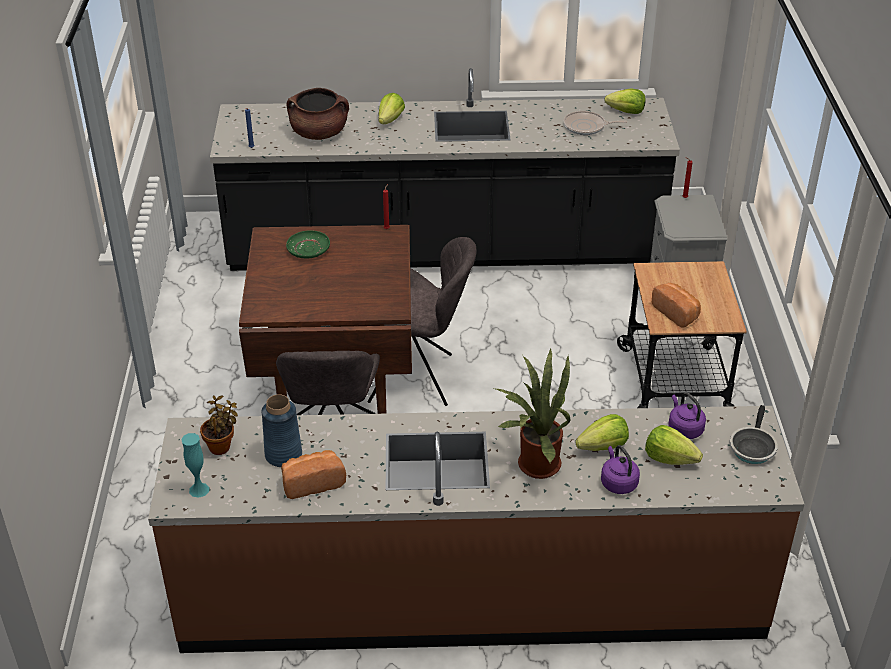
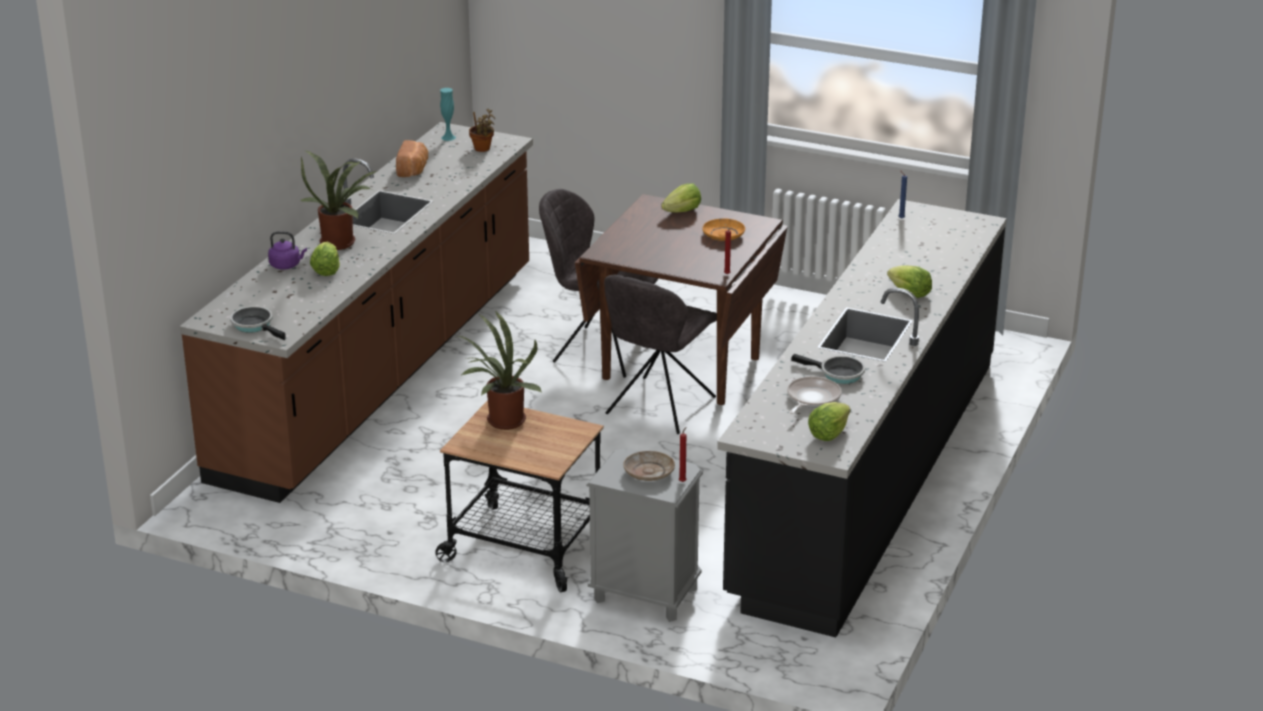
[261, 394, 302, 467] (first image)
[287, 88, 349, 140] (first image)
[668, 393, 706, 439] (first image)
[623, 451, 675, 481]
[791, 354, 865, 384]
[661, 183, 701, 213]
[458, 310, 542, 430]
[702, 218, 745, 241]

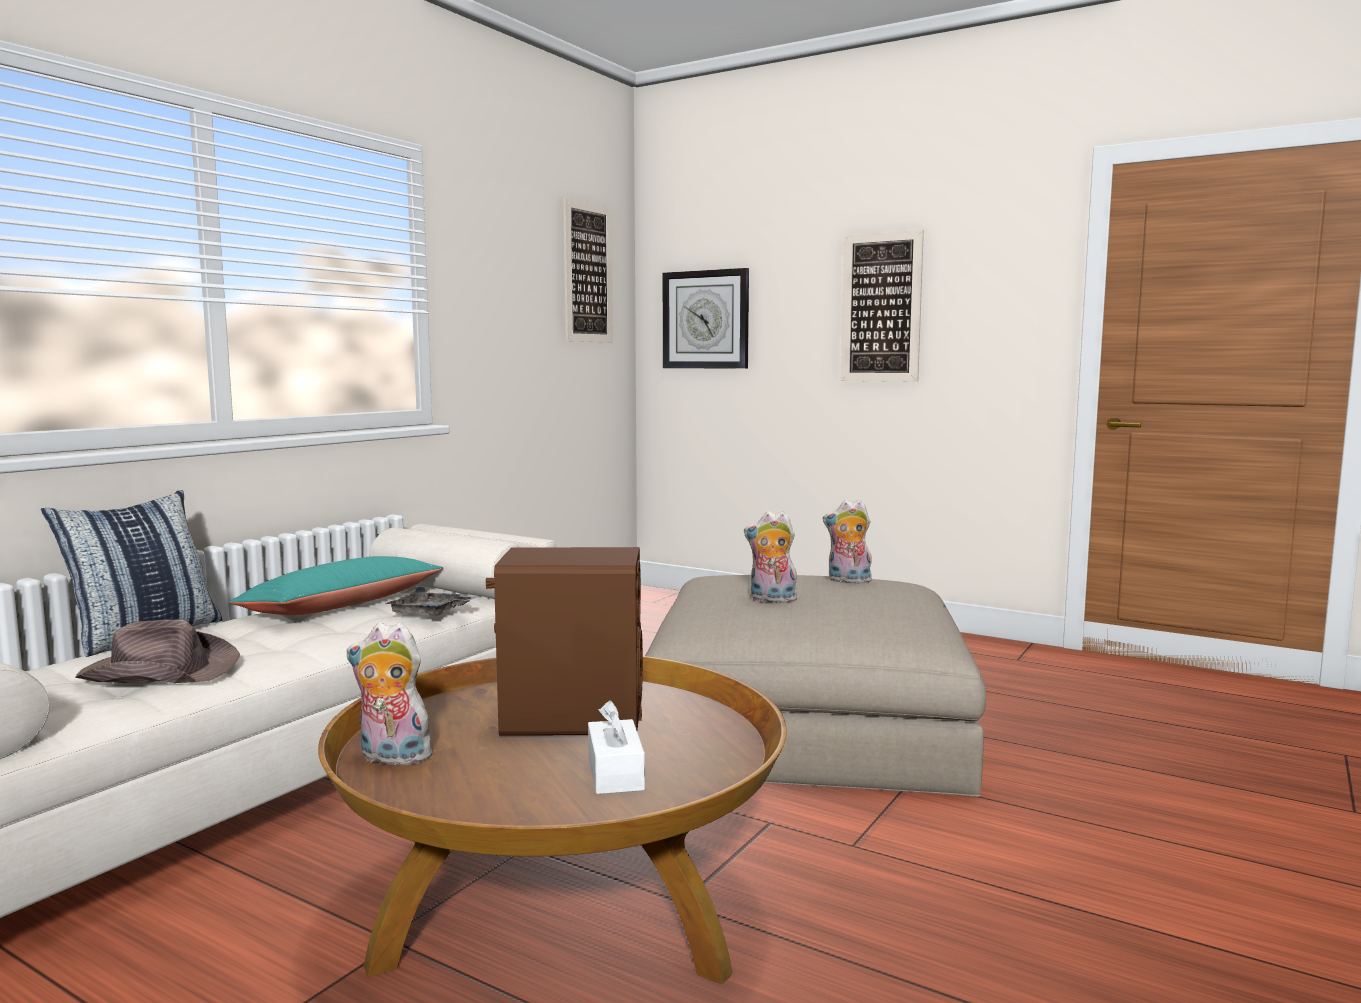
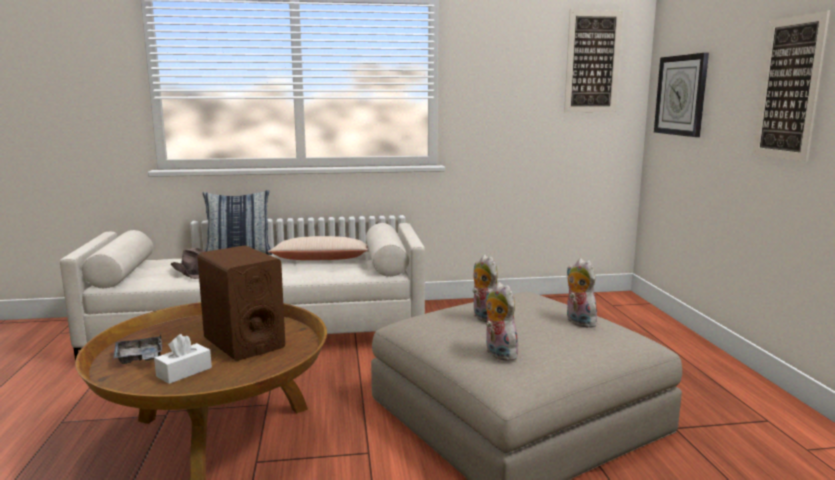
[486, 282, 518, 361]
[113, 333, 162, 364]
[268, 236, 368, 260]

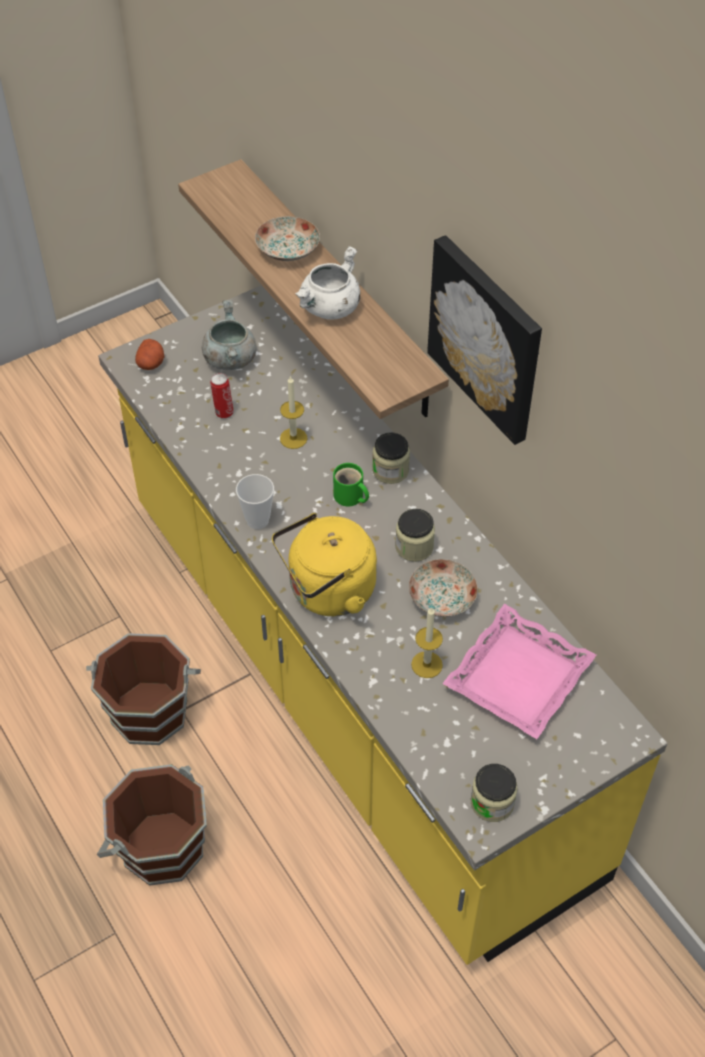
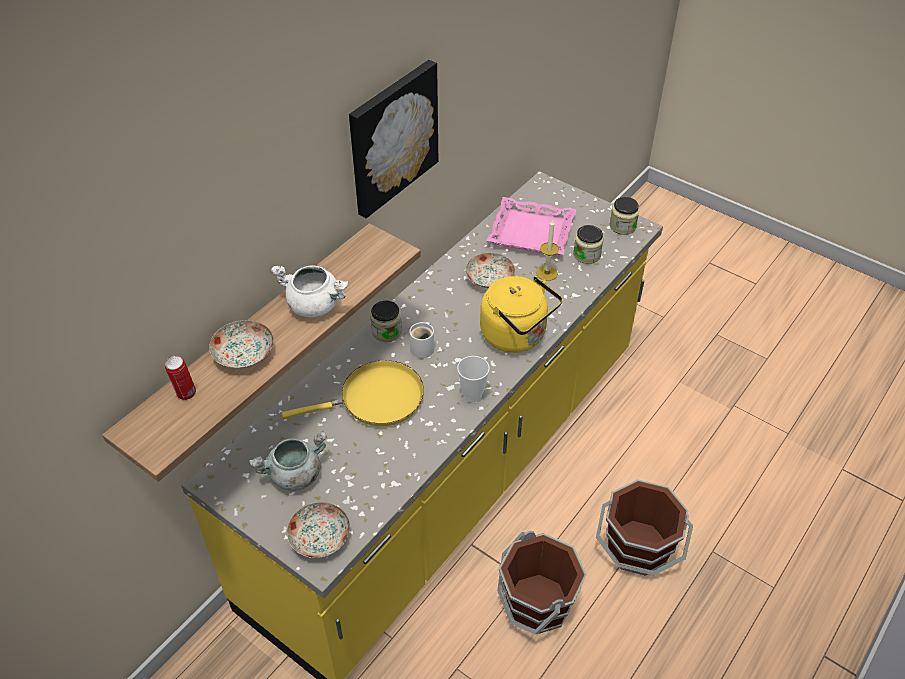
[165, 356, 196, 400]
[573, 225, 603, 264]
[287, 502, 350, 558]
[282, 360, 424, 426]
[409, 322, 434, 358]

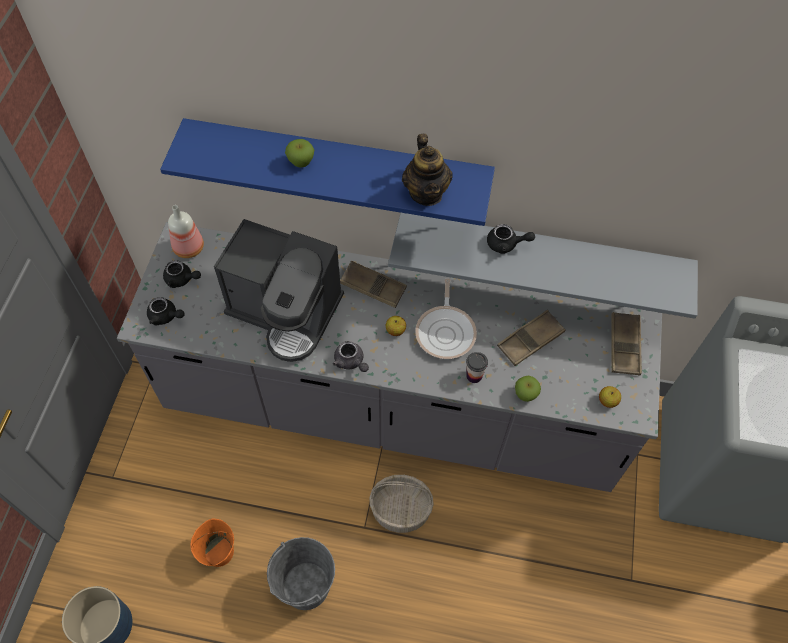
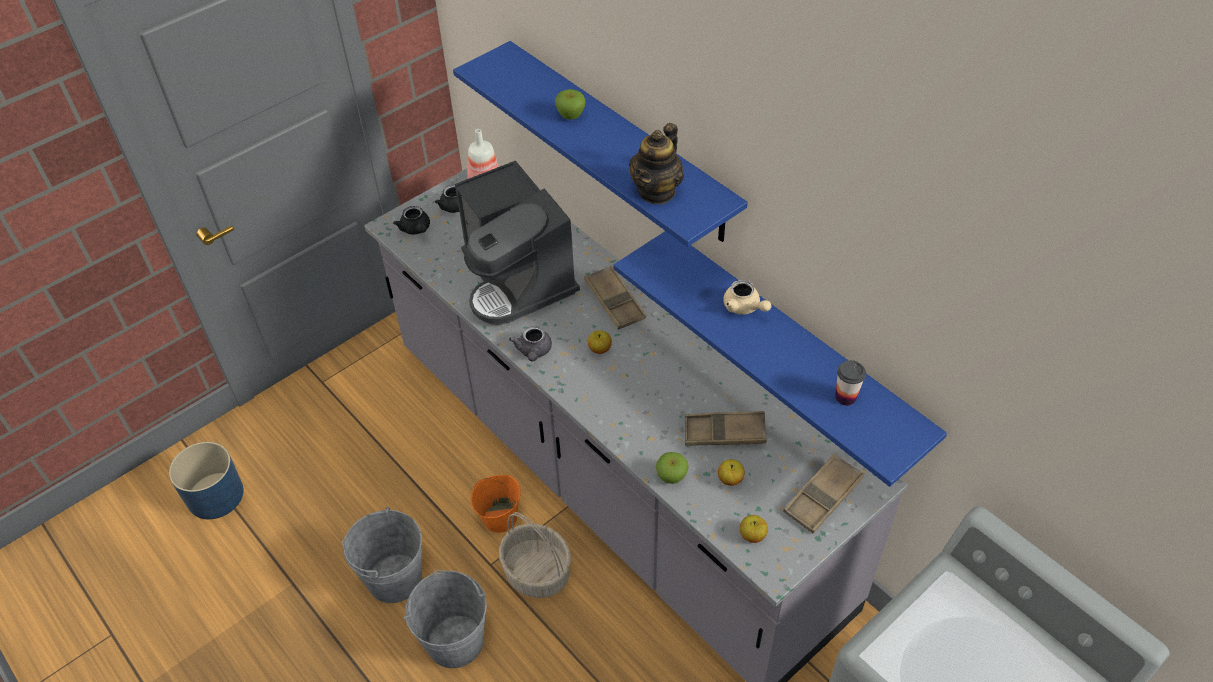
[415, 278, 477, 359] (first image)
[404, 570, 487, 668]
[718, 459, 745, 486]
[471, 475, 521, 533]
[835, 360, 866, 406]
[614, 231, 947, 487]
[723, 280, 772, 315]

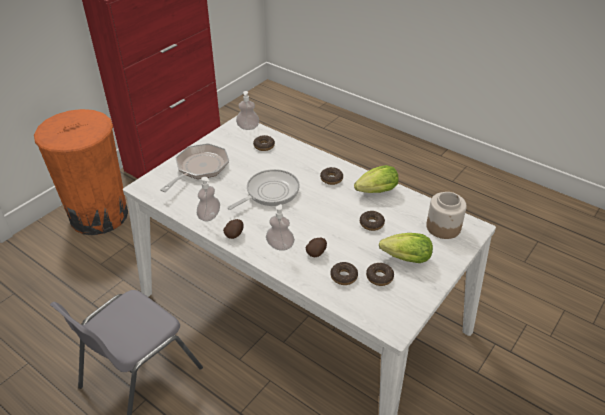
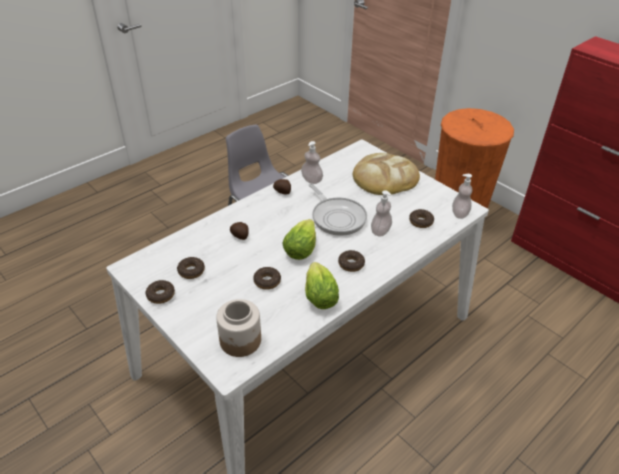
[371, 190, 392, 237]
[145, 280, 175, 304]
[282, 219, 316, 260]
[353, 153, 420, 195]

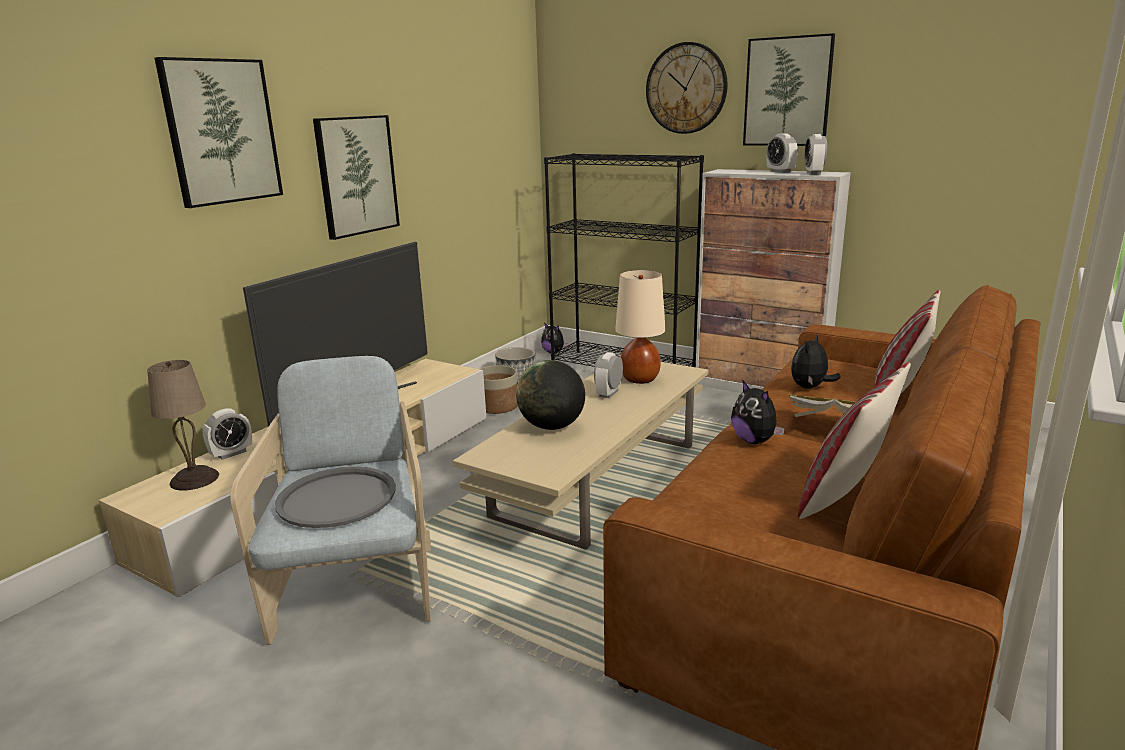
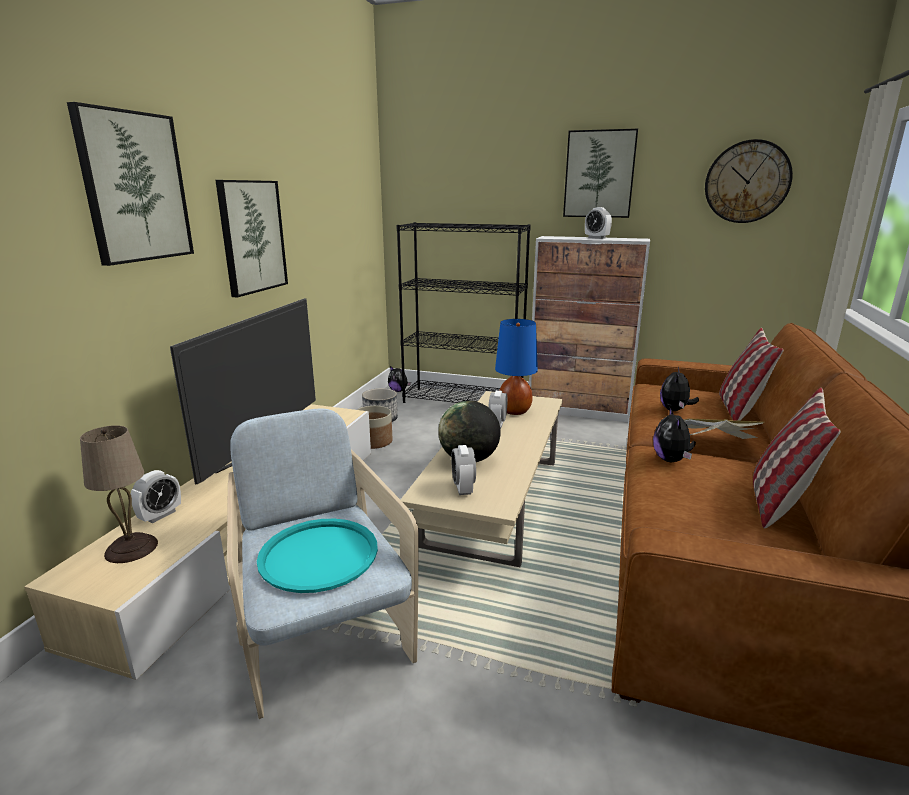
[705, 139, 793, 223]
[451, 445, 476, 495]
[257, 519, 378, 593]
[495, 319, 538, 415]
[653, 407, 696, 462]

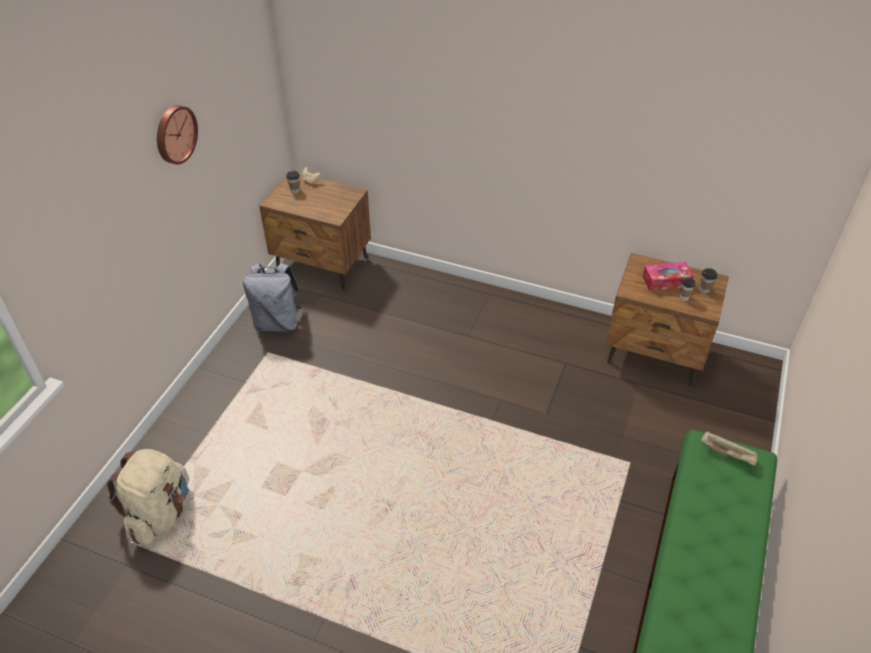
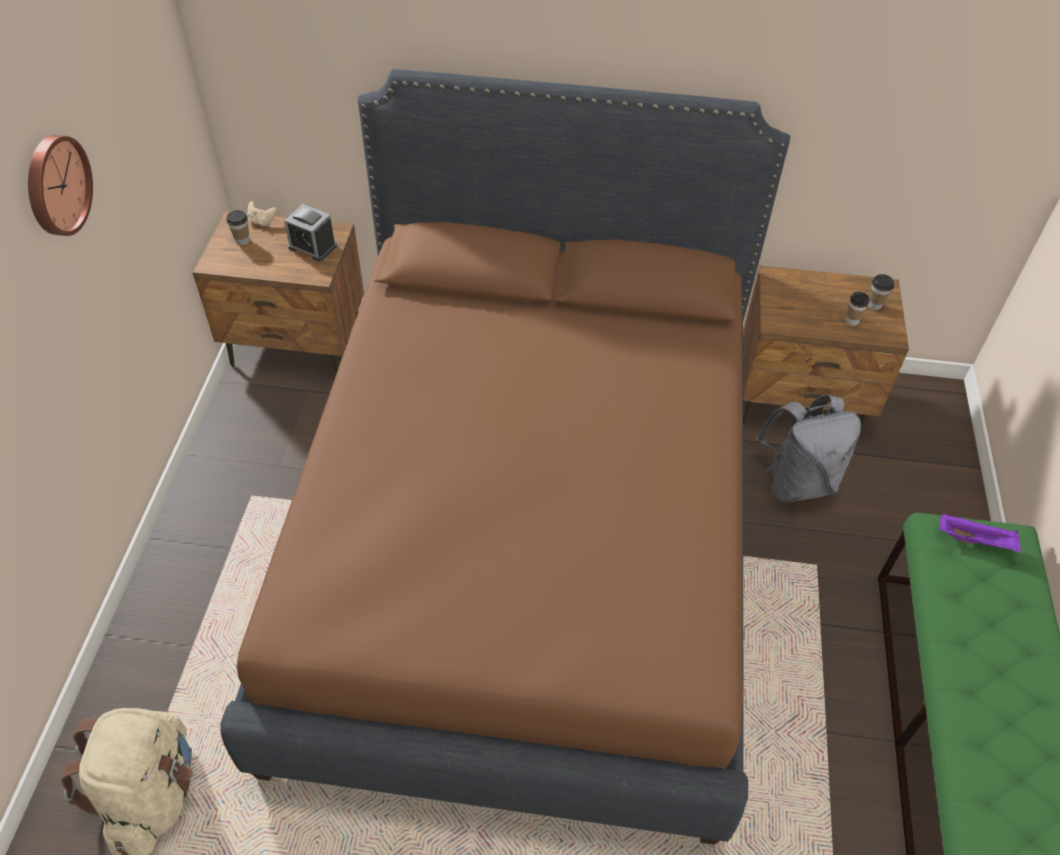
[642, 262, 694, 291] (first image)
[220, 69, 790, 845]
[284, 204, 337, 261]
[756, 395, 861, 503]
[939, 513, 1021, 553]

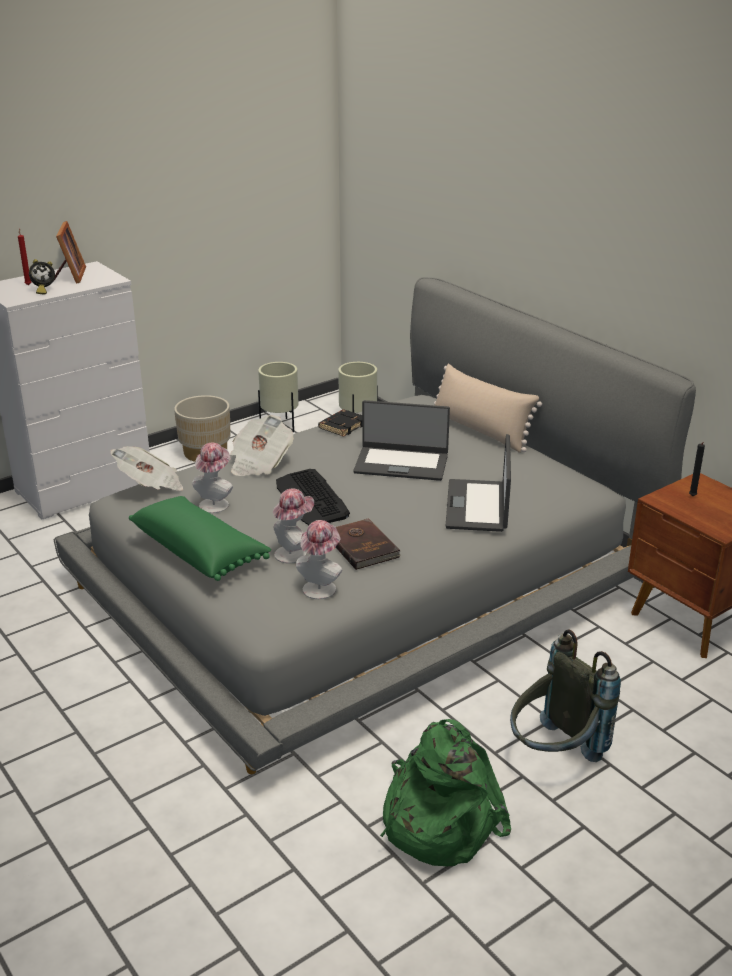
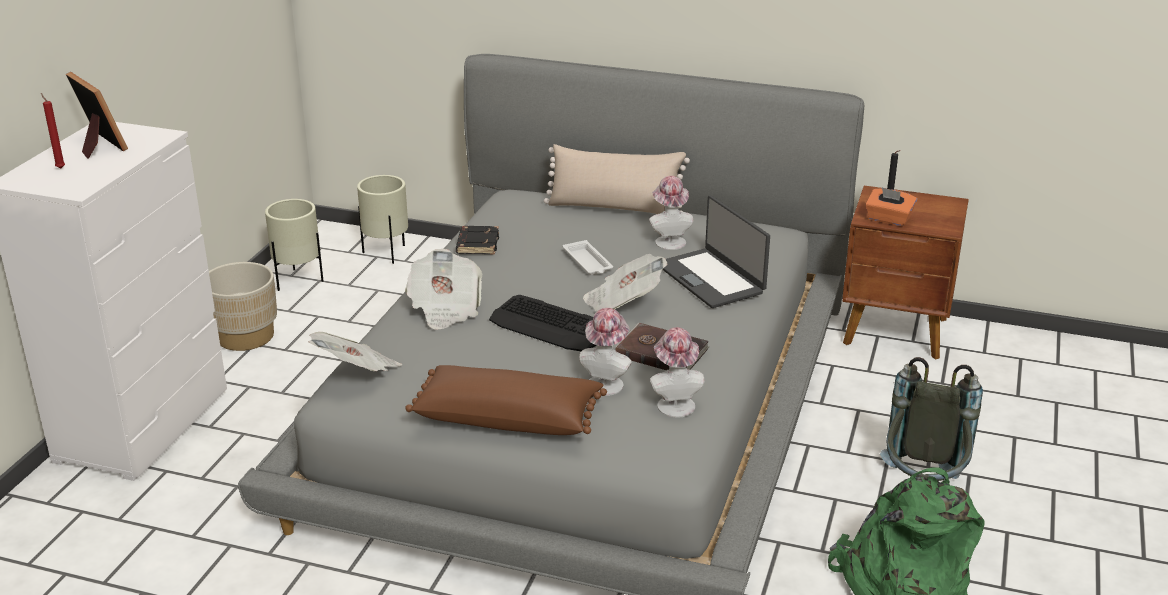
[29, 259, 55, 295] (first image)
[583, 254, 667, 311]
[866, 187, 917, 226]
[649, 176, 693, 250]
[563, 240, 613, 275]
[405, 365, 607, 435]

